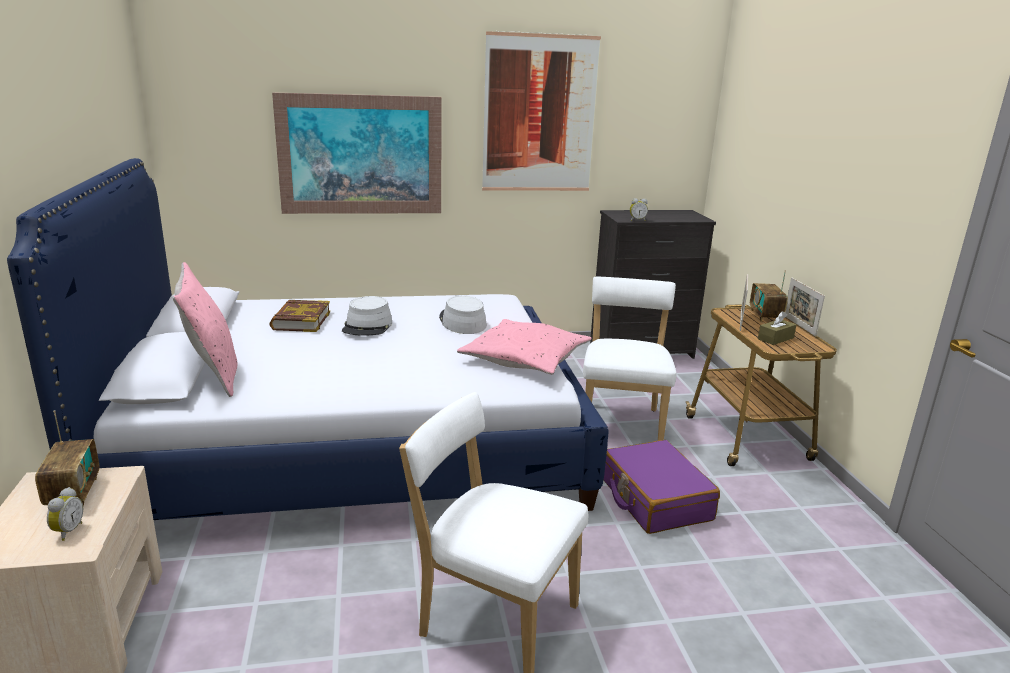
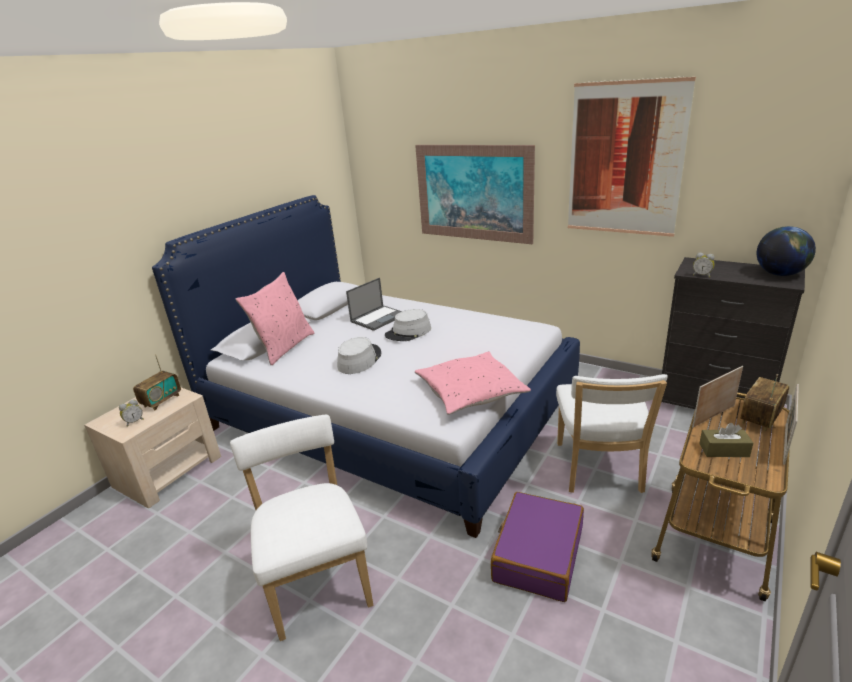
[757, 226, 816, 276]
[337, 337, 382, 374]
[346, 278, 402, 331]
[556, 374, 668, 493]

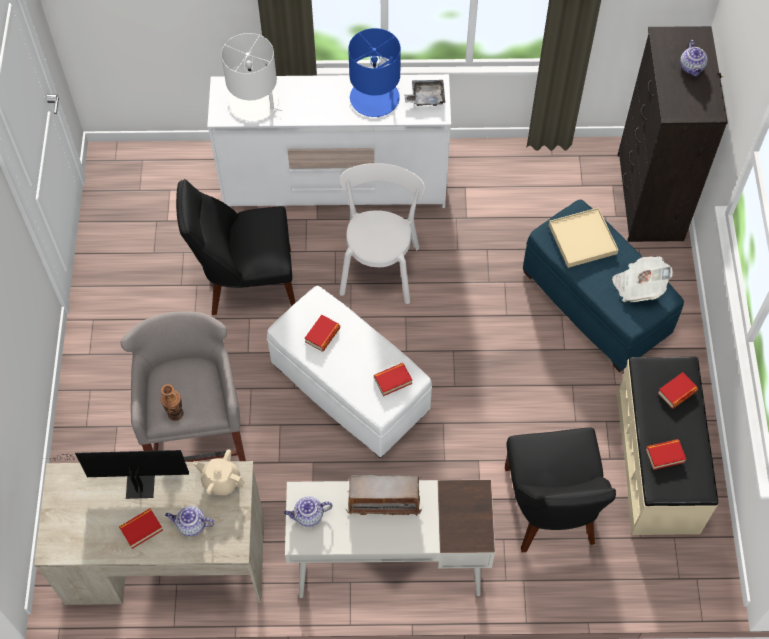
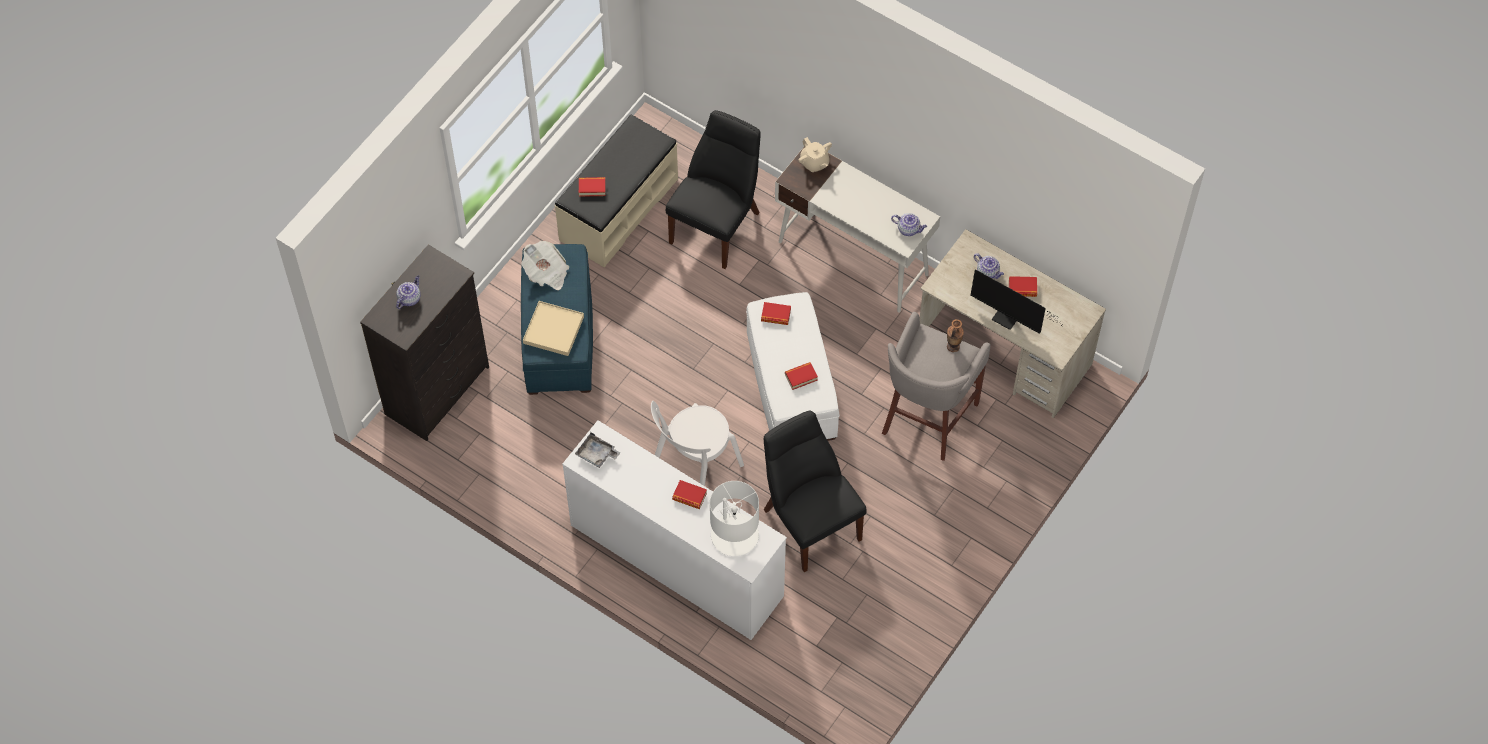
[345, 475, 423, 516] (first image)
[348, 28, 401, 117] (first image)
[799, 137, 832, 172]
[672, 480, 707, 509]
[764, 411, 866, 572]

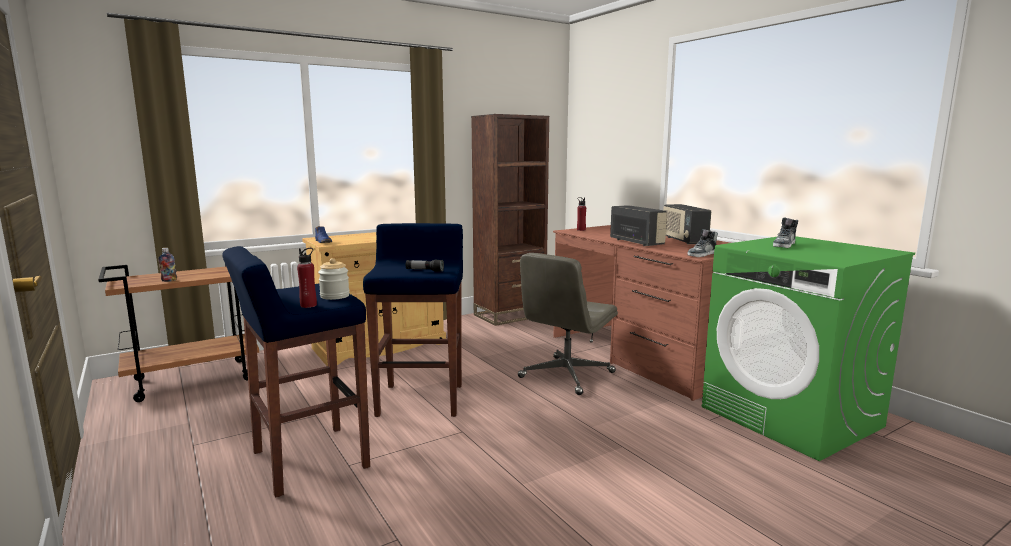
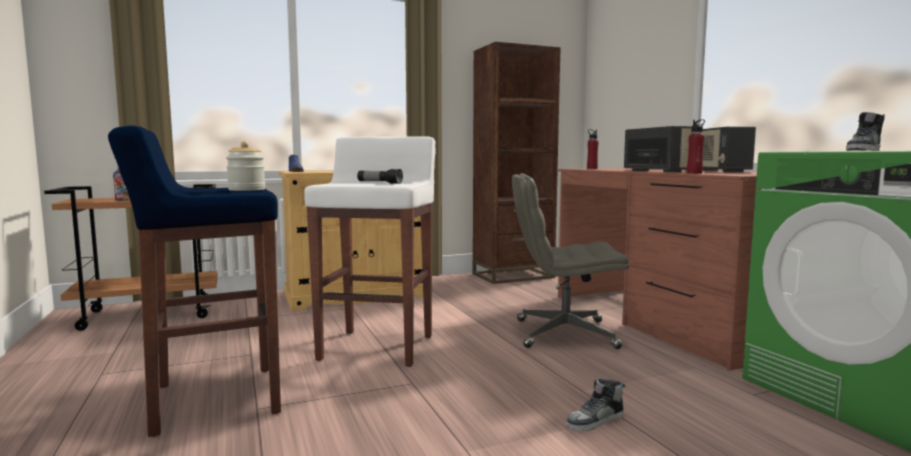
[687, 119, 705, 174]
[566, 378, 626, 432]
[304, 136, 436, 367]
[512, 173, 629, 349]

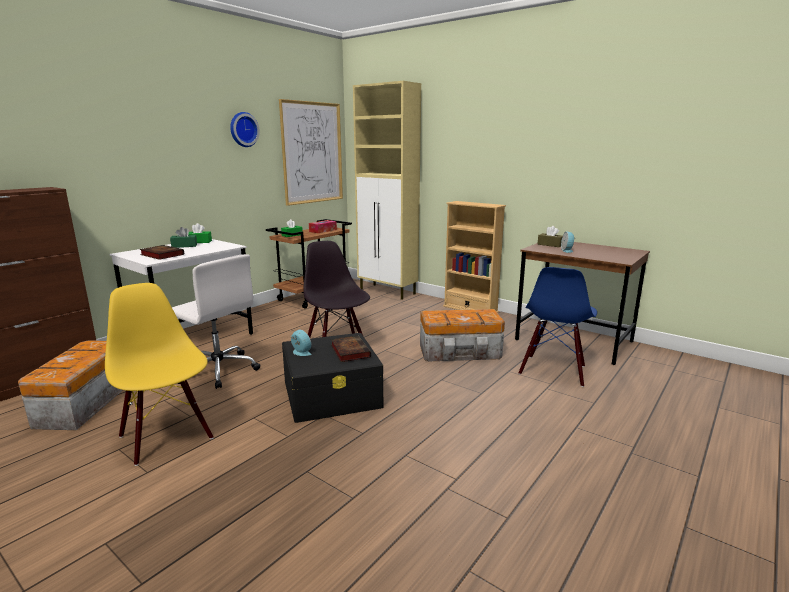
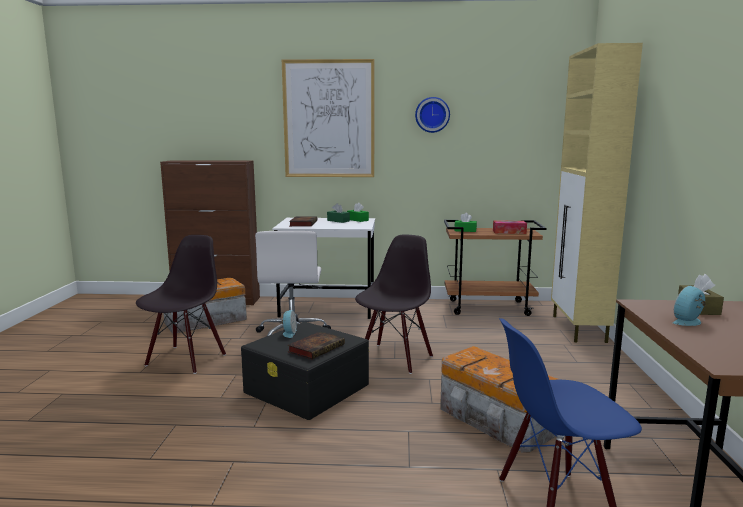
[443, 201, 506, 313] (first image)
[282, 59, 374, 177]
[136, 235, 226, 374]

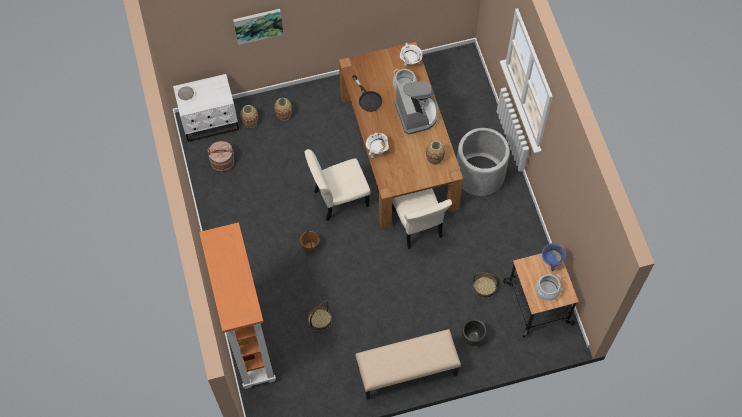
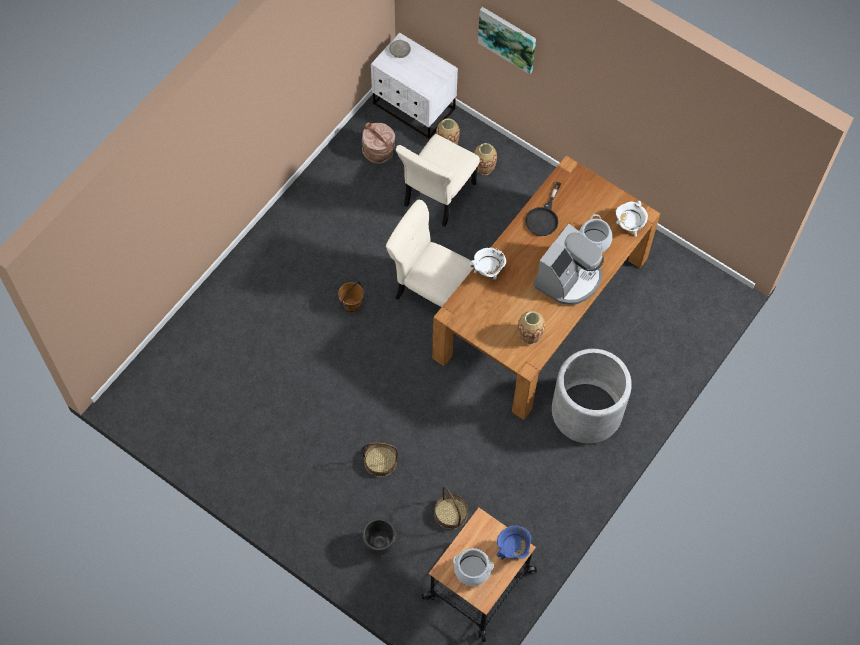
[199, 222, 276, 389] (first image)
[355, 329, 461, 400] (first image)
[362, 442, 398, 477]
[396, 134, 480, 227]

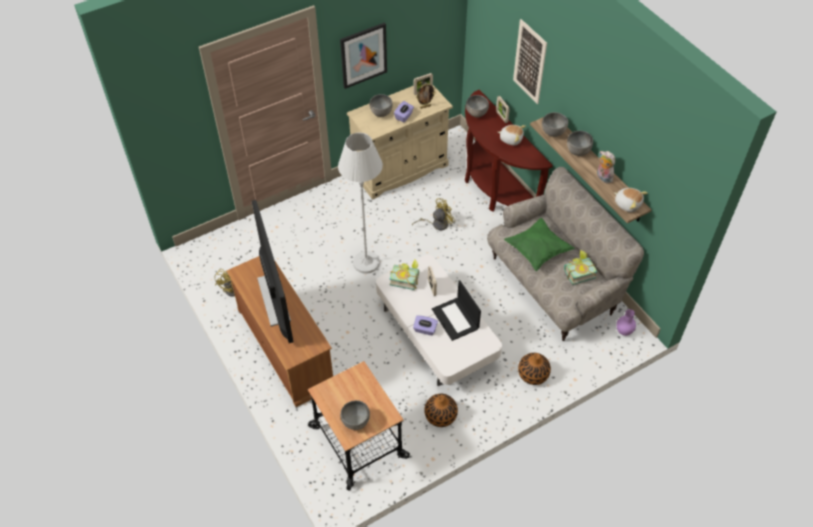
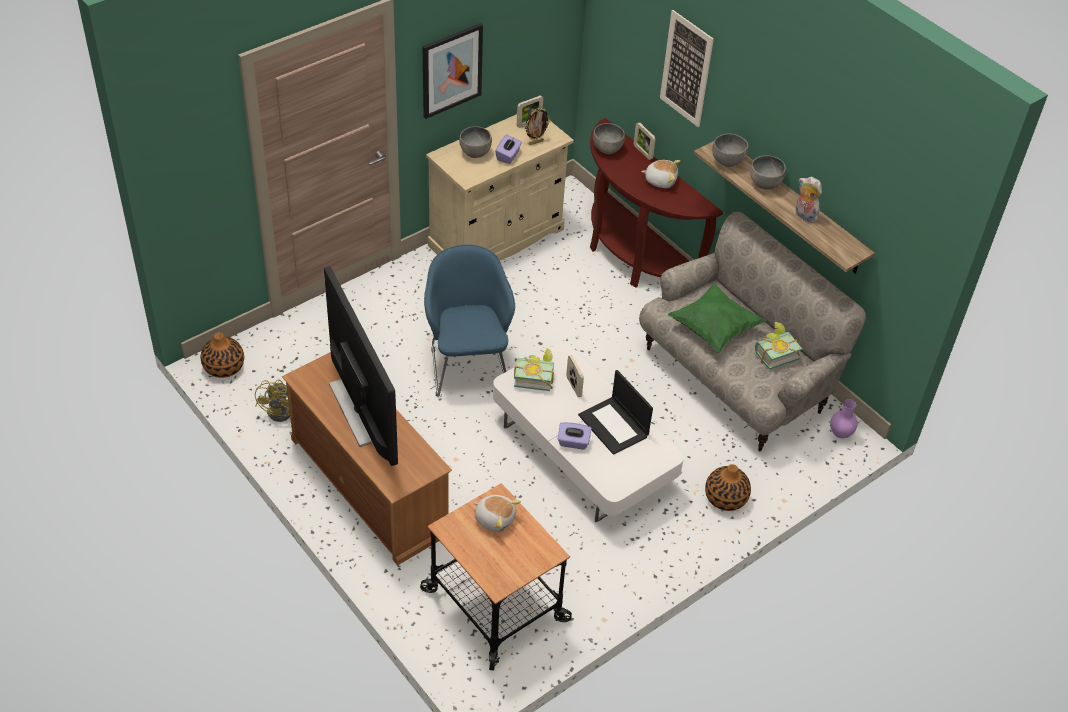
[340, 400, 370, 430] (first image)
[412, 198, 455, 230] (first image)
[201, 332, 244, 378]
[474, 495, 521, 532]
[424, 244, 515, 397]

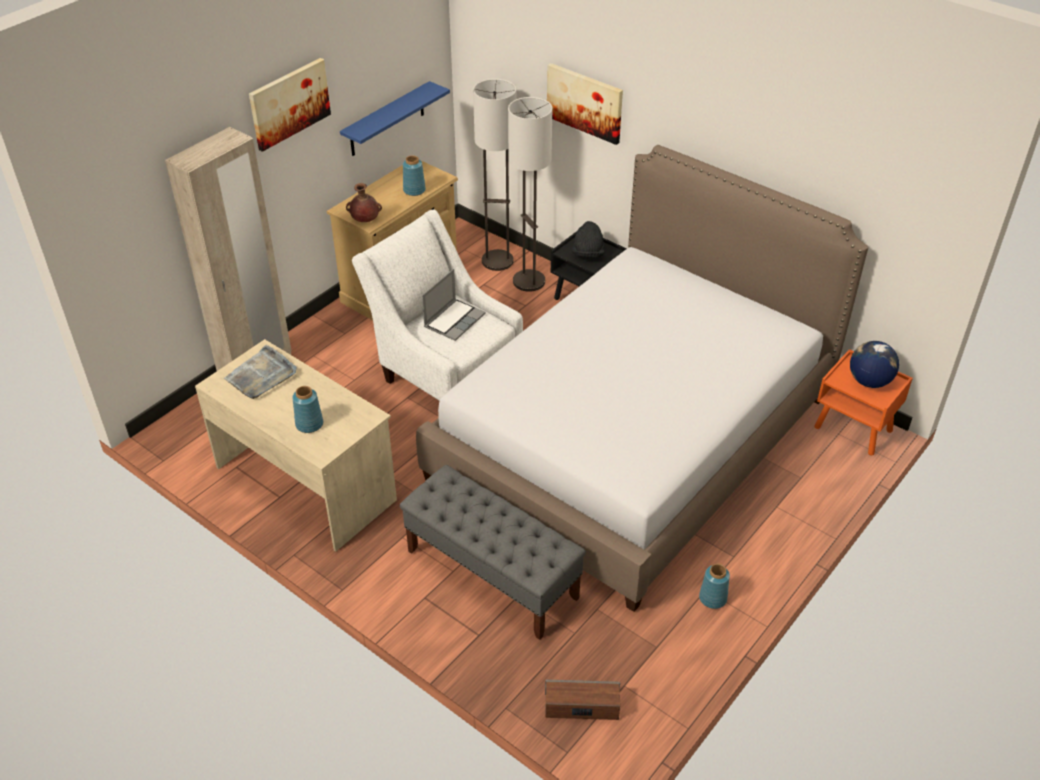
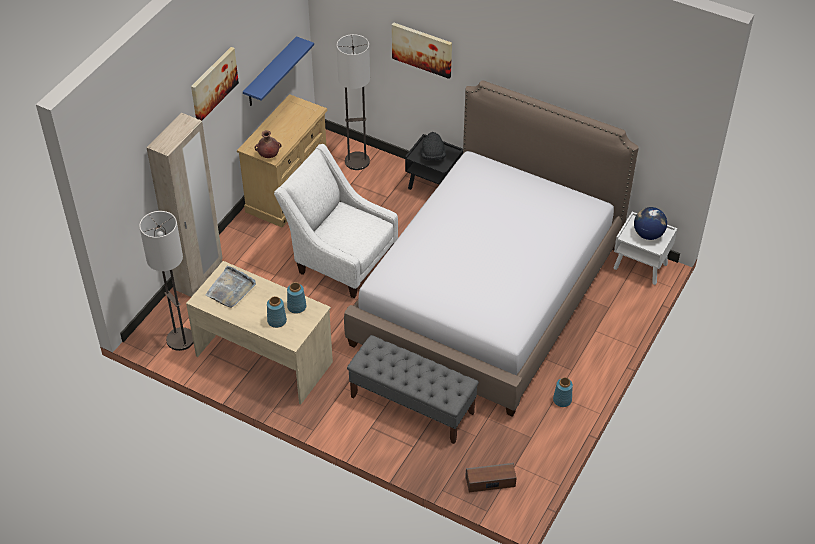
[422, 269, 486, 341] (first image)
[287, 282, 306, 314]
[139, 211, 193, 351]
[614, 212, 677, 285]

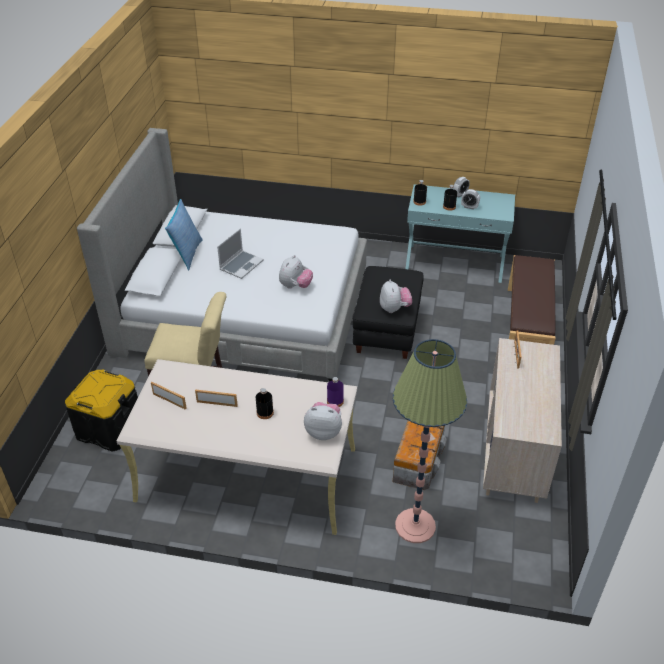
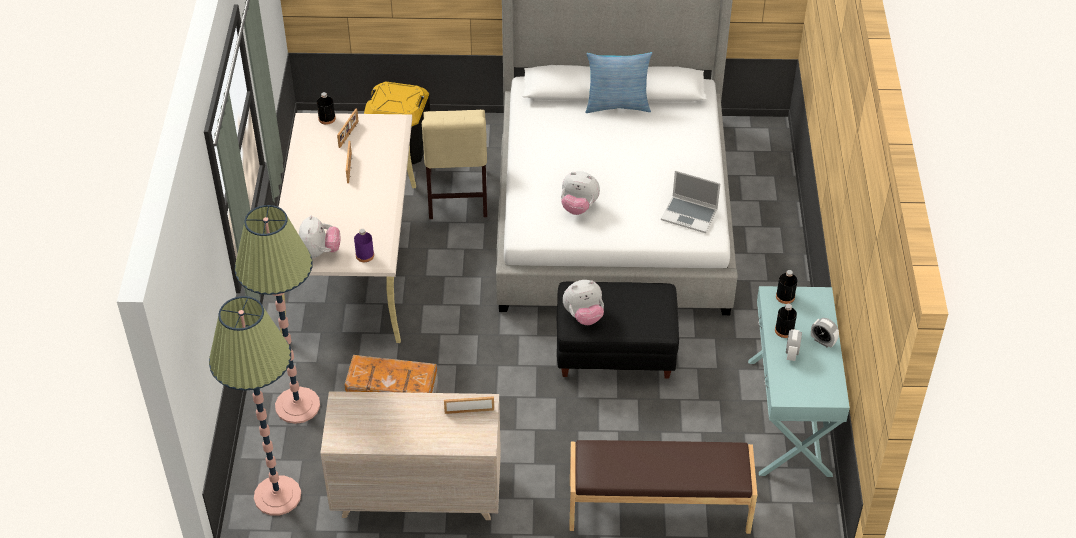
[209, 296, 301, 515]
[661, 170, 721, 233]
[317, 92, 336, 125]

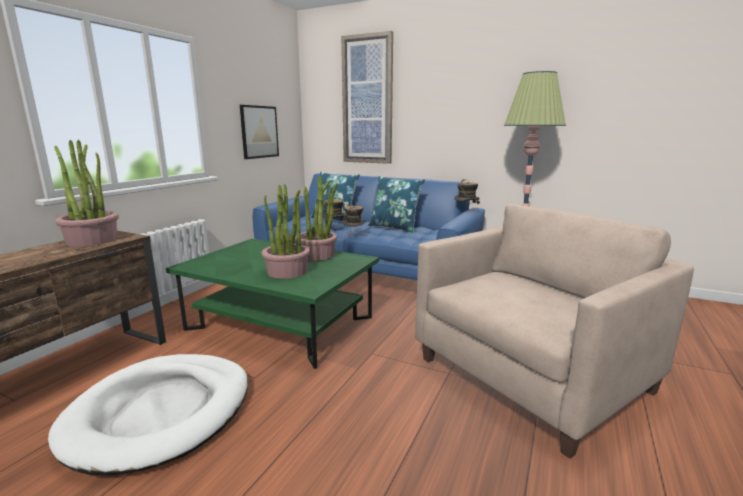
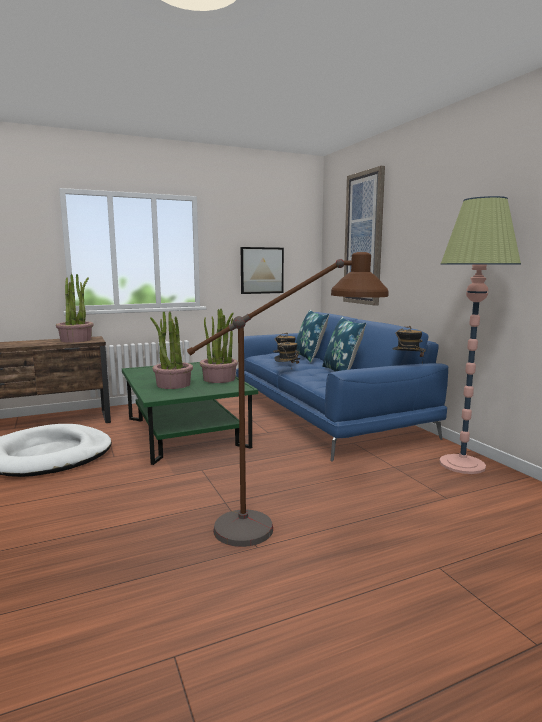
[187, 252, 389, 547]

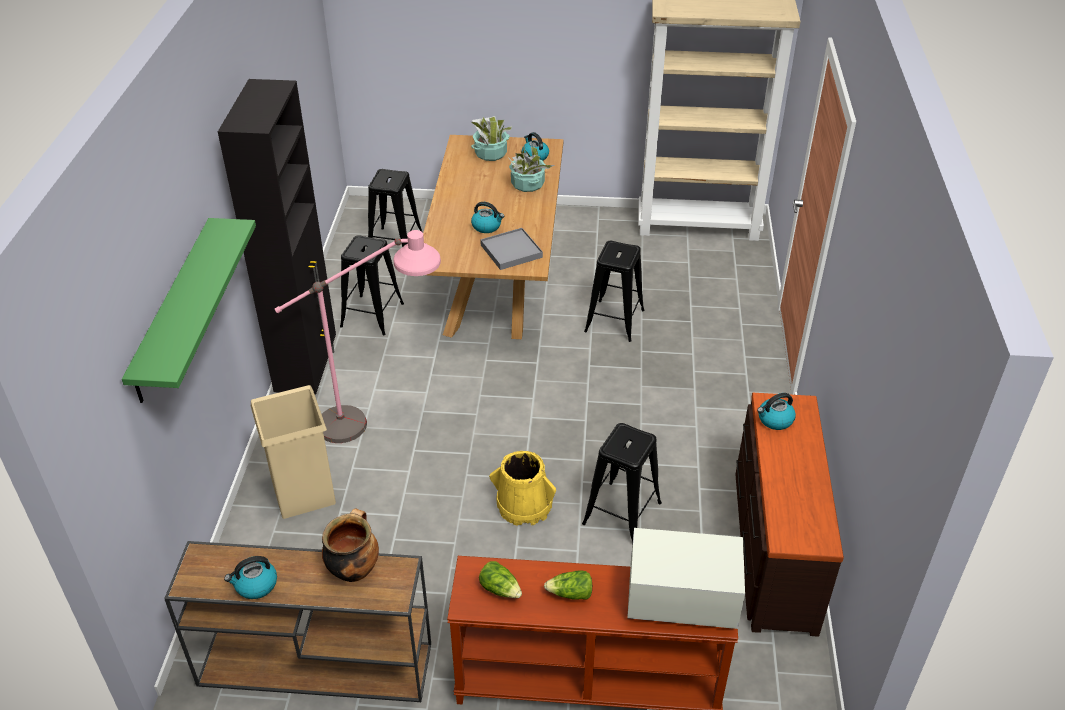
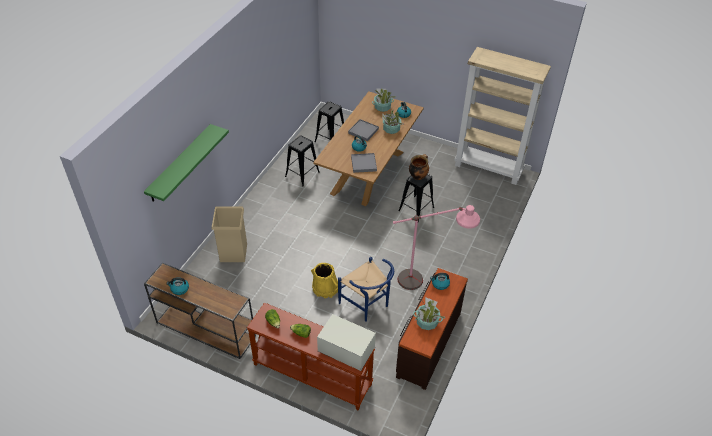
[218, 79, 336, 395] (first image)
[348, 119, 379, 141]
[413, 297, 445, 330]
[393, 205, 480, 290]
[409, 154, 429, 180]
[338, 257, 394, 322]

